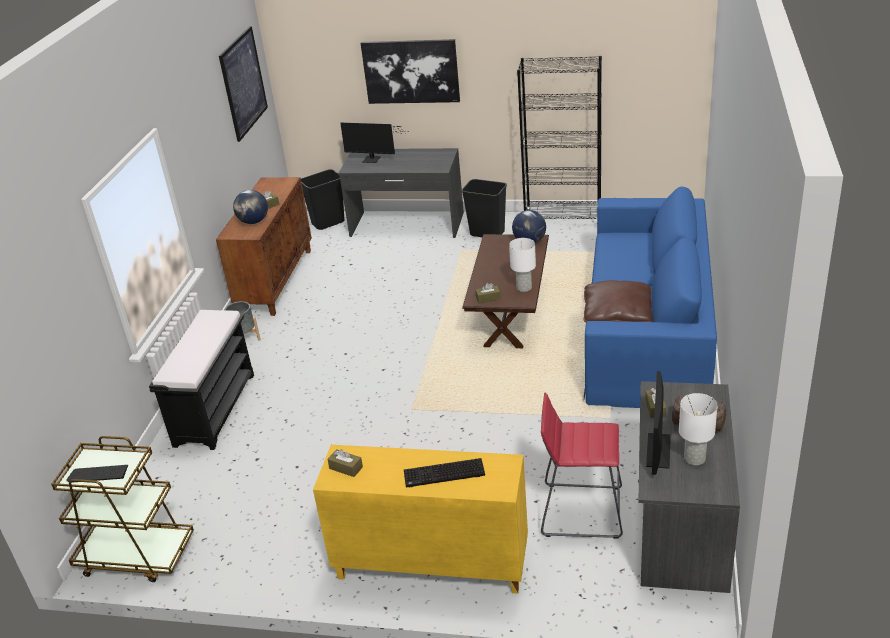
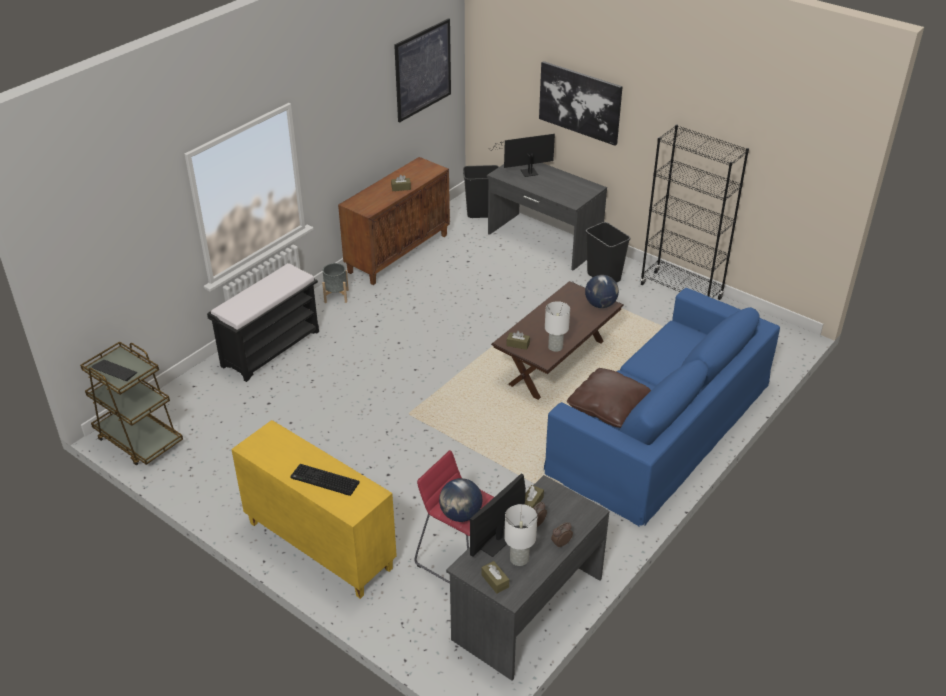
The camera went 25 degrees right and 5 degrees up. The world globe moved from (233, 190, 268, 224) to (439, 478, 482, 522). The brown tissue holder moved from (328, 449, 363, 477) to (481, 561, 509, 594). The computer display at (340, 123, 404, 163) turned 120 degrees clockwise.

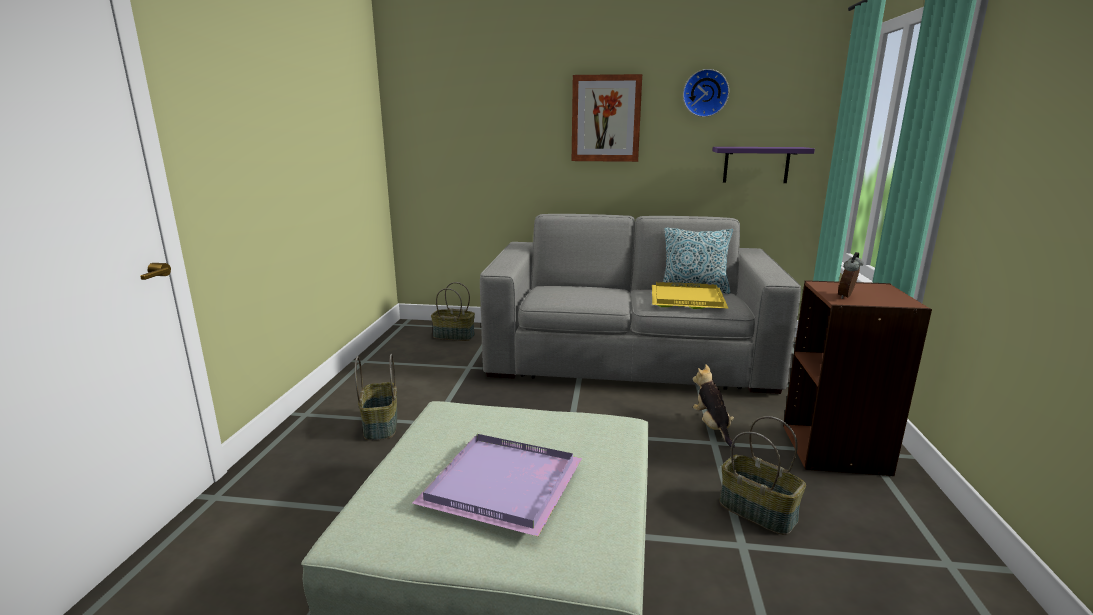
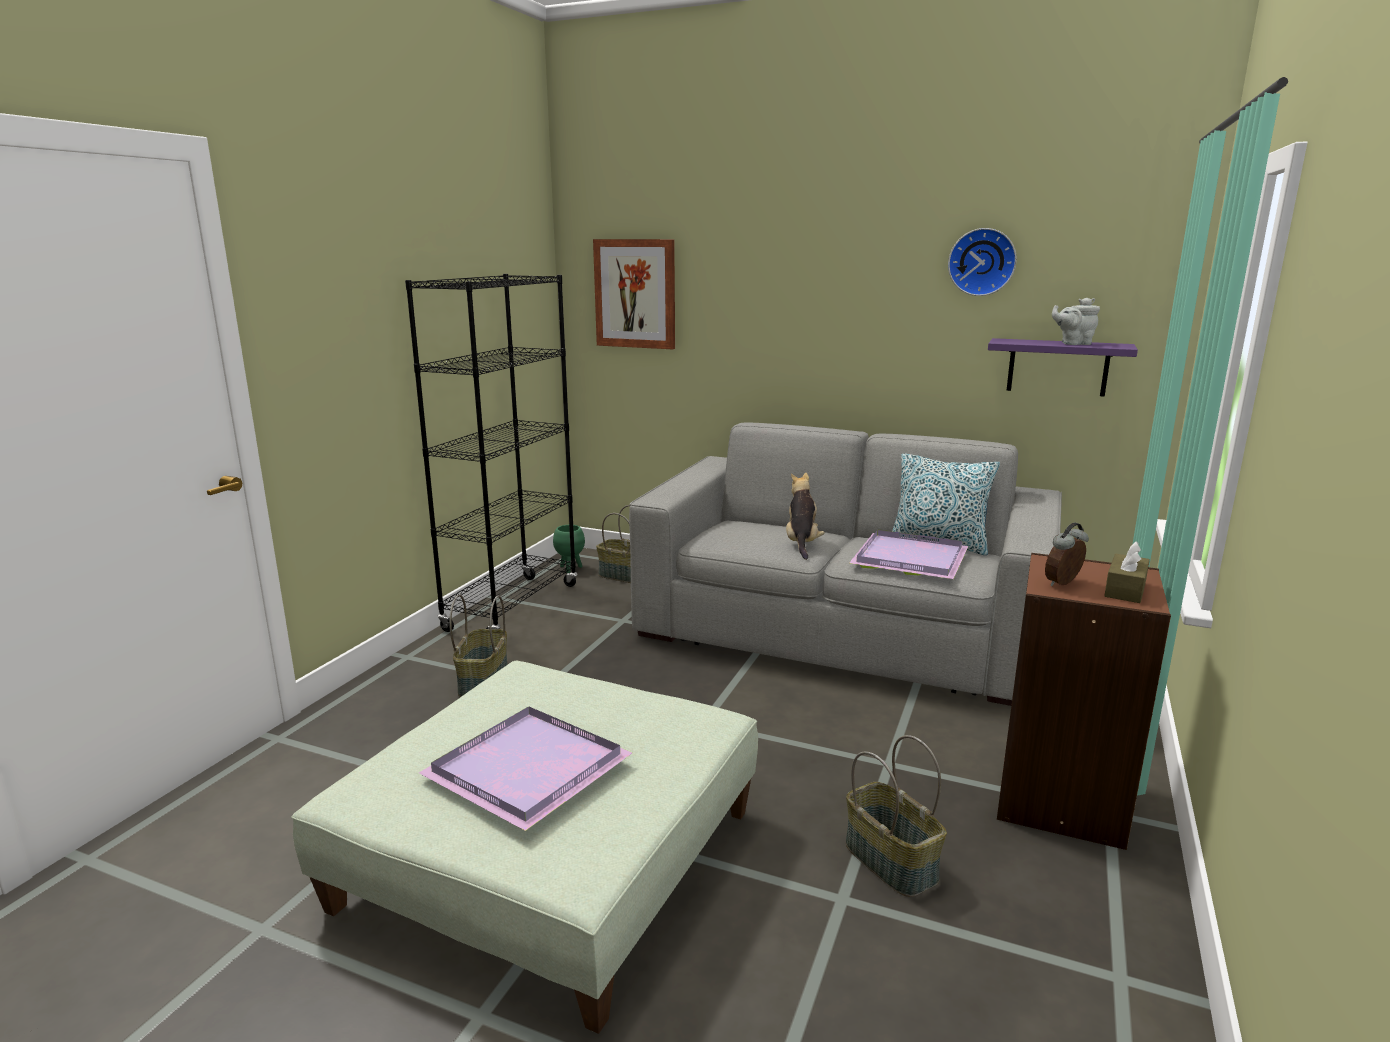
The camera went 15 degrees right and 0 degrees up. The black-coloured shelving unit at (405, 274, 578, 632) appeared. The greenish planter at (553, 525, 585, 573) appeared. The picture moved from (572, 74, 642, 162) to (593, 239, 675, 349). The plush toy moved from (693, 364, 735, 448) to (786, 472, 825, 560). The yellow serving tray at (652, 282, 729, 309) became the purple serving tray at (849, 530, 968, 579). The gray teapot at (1052, 297, 1100, 345) appeared. The brown tissue holder at (1104, 541, 1150, 603) appeared.

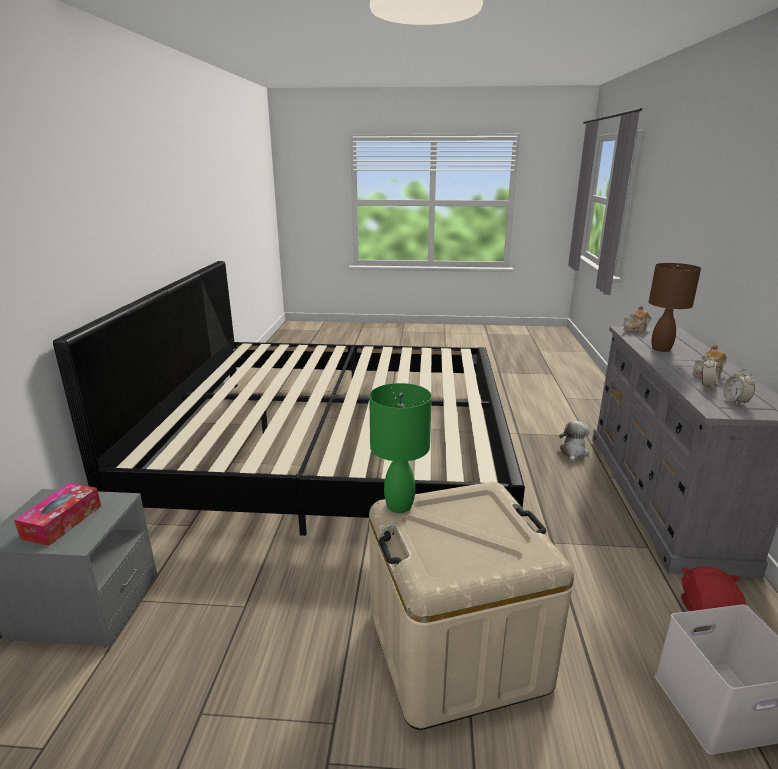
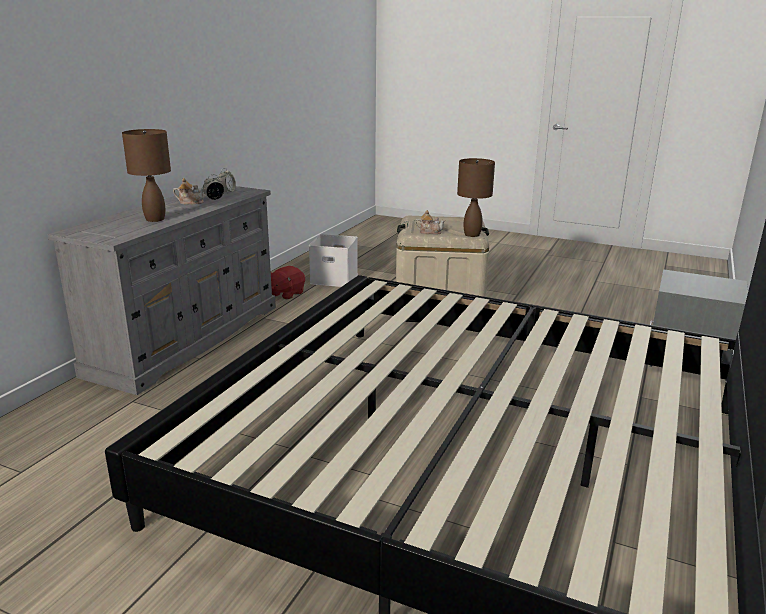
The camera went 160 degrees left and 0 degrees up. The teapot moved from (623, 306, 651, 332) to (415, 210, 445, 234). The greenish tabletop lamp at (369, 383, 432, 513) became the brown tabletop lamp at (457, 158, 495, 237). The tissue holder at (14, 483, 101, 546) disappeared. The plush toy at (559, 421, 589, 463) disappeared.

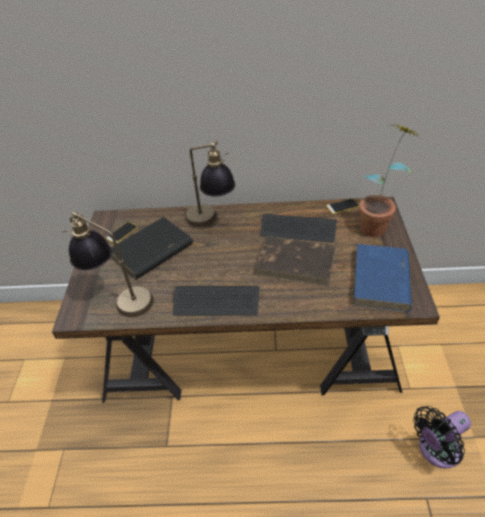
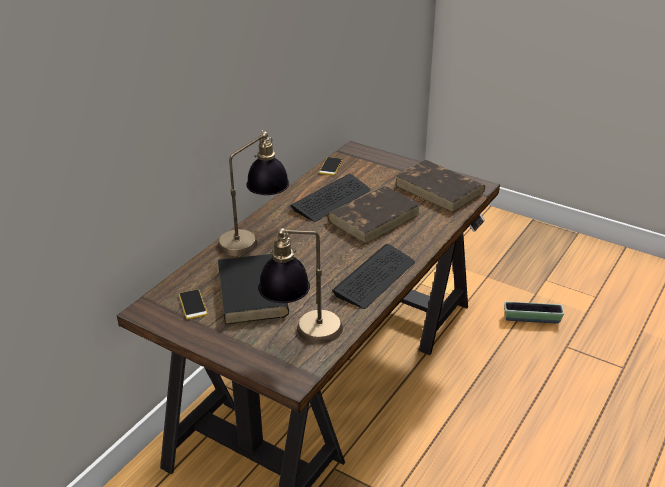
The camera went 60 degrees left and 10 degrees down. The bluish bound book at (353, 244, 412, 312) became the brown bound book at (395, 160, 485, 213). The black-coloured fan at (413, 406, 471, 469) was replaced by the planter at (504, 301, 564, 324). The houseplant at (359, 124, 416, 237) disappeared.

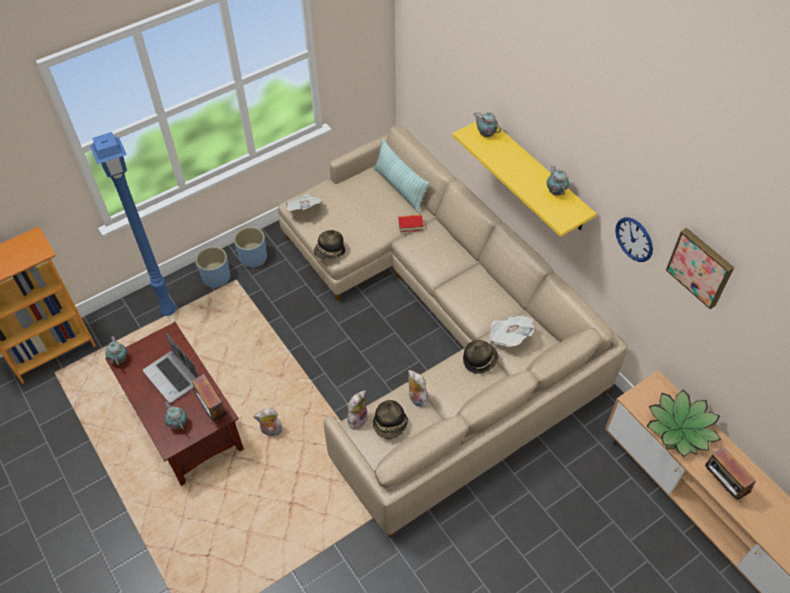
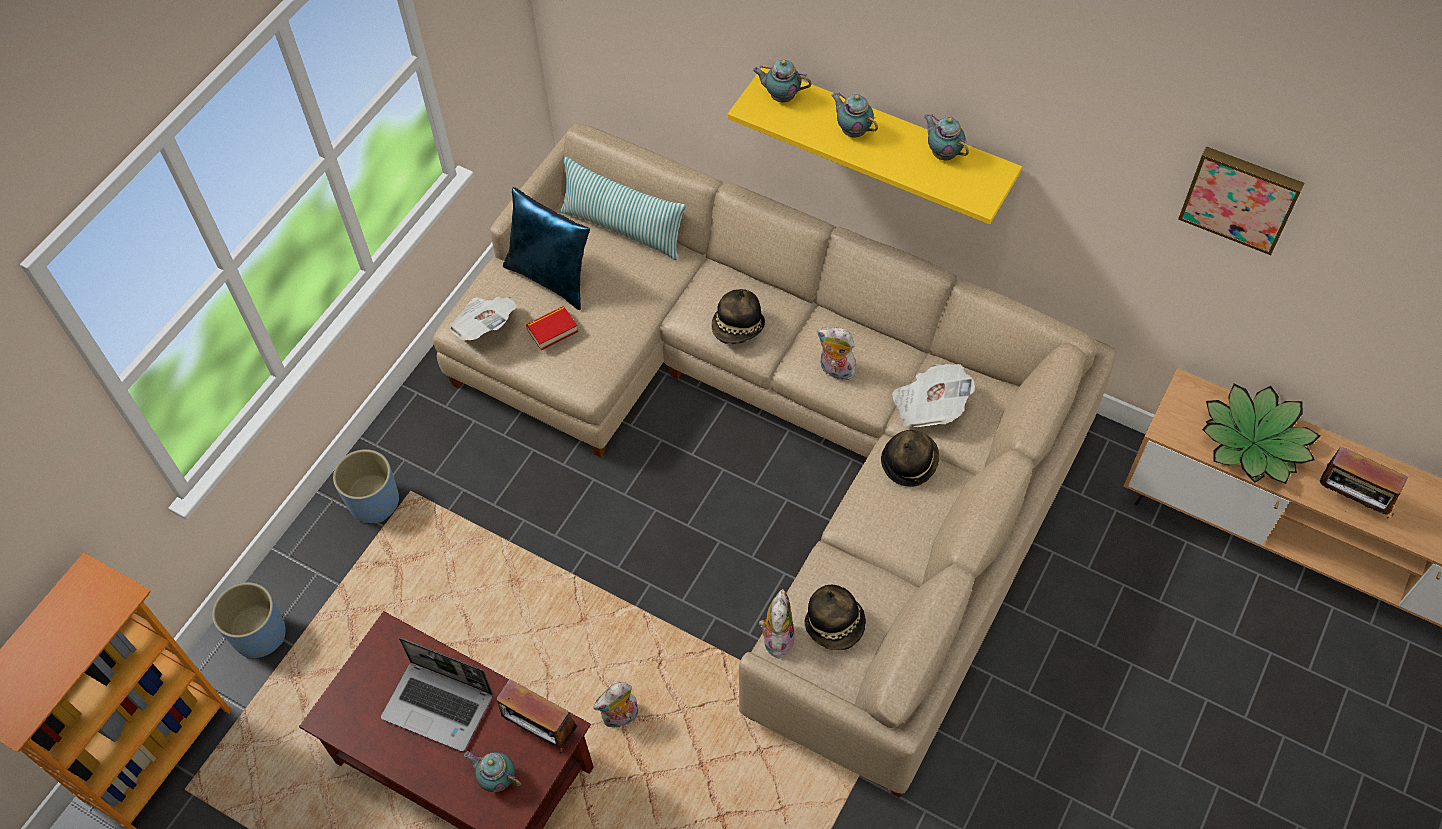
The camera went 25 degrees left and 5 degrees up. The bluish planter moved from (234, 227, 267, 268) to (212, 582, 286, 658). The bluish pillow at (503, 187, 590, 310) appeared. The bound book moved from (398, 215, 424, 232) to (526, 306, 578, 350). The wearable hat moved from (314, 230, 345, 259) to (711, 289, 765, 344). The plush toy moved from (408, 370, 428, 407) to (817, 327, 855, 380). The teapot moved from (105, 336, 127, 366) to (831, 93, 878, 137). The bluish floor lamp at (90, 132, 176, 316) disappeared. The wall clock at (615, 217, 653, 262) disappeared.

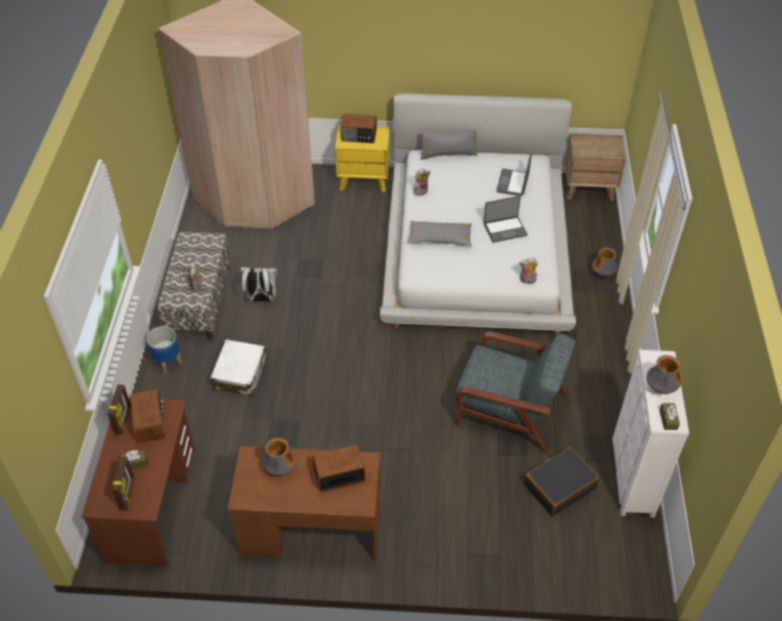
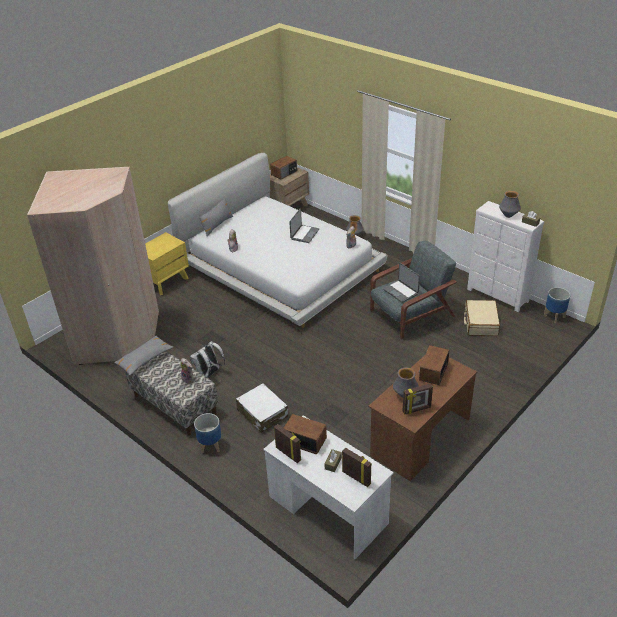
The camera went 50 degrees left and 10 degrees down. The gray pillow moved from (408, 221, 472, 246) to (114, 335, 173, 375). The brown desk unit at (81, 398, 195, 566) became the whitish desk unit at (263, 415, 394, 559). The radio set moved from (340, 114, 377, 143) to (270, 156, 297, 179). The notebook computer moved from (496, 153, 532, 196) to (383, 263, 420, 303). The picture frame at (402, 383, 433, 415) appeared. The black-coloured suitcase at (524, 447, 600, 516) became the sand-coloured suitcase at (464, 300, 500, 336). The planter at (544, 287, 570, 323) appeared.

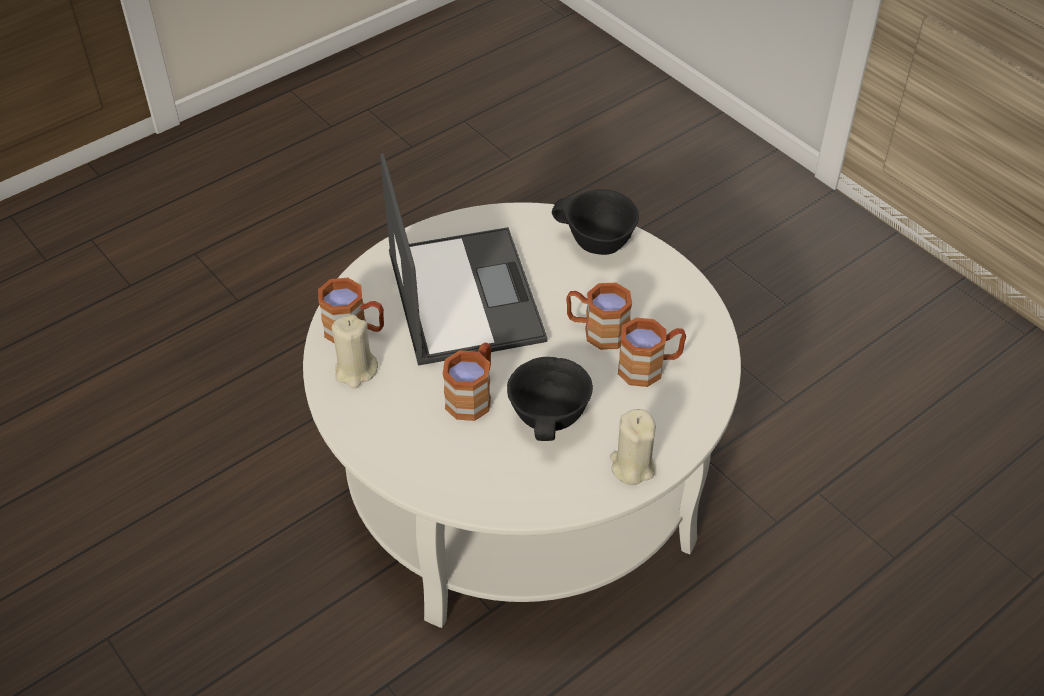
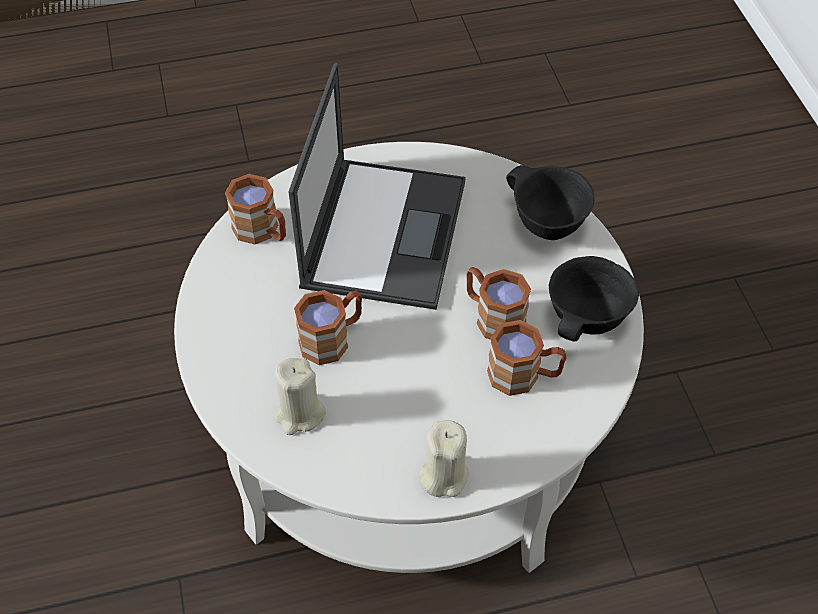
The camera went 25 degrees right and 5 degrees up. The sand-coloured candle moved from (332, 314, 378, 389) to (275, 358, 326, 435). The black-coloured serving bowl moved from (507, 357, 593, 441) to (549, 256, 639, 341).

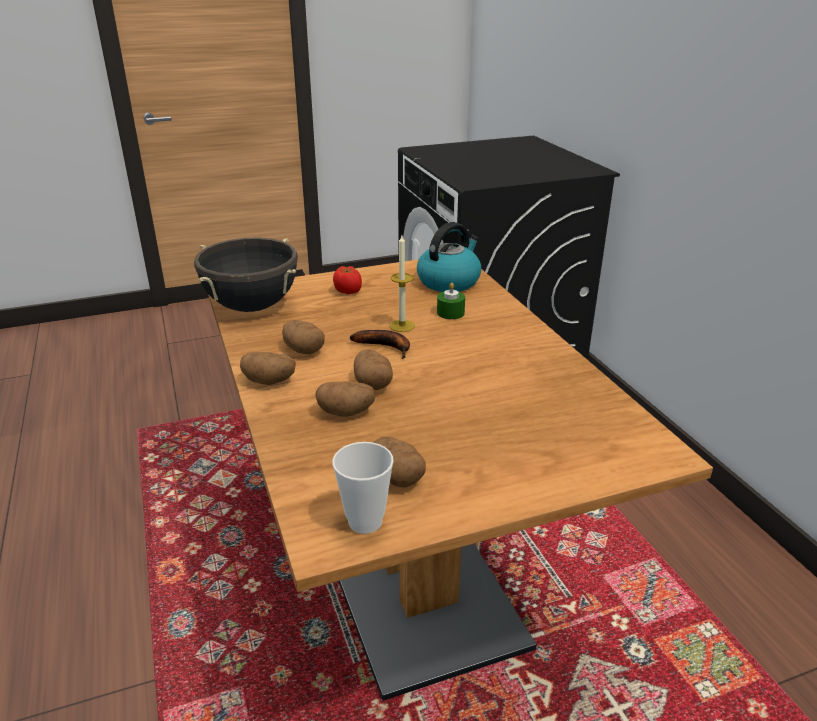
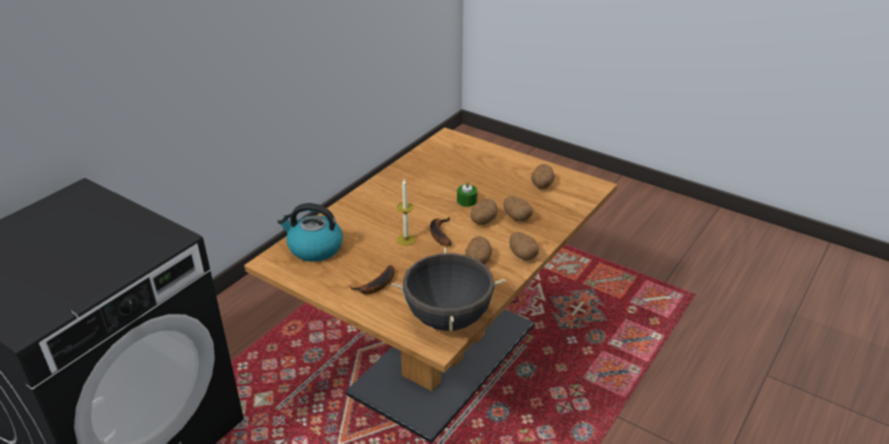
The camera went 125 degrees left and 5 degrees up. The tomato at (333, 266, 362, 295) was replaced by the banana at (350, 265, 395, 294). The greenish candle moved from (437, 283, 465, 319) to (457, 181, 477, 207). The cup at (332, 442, 394, 534) disappeared.

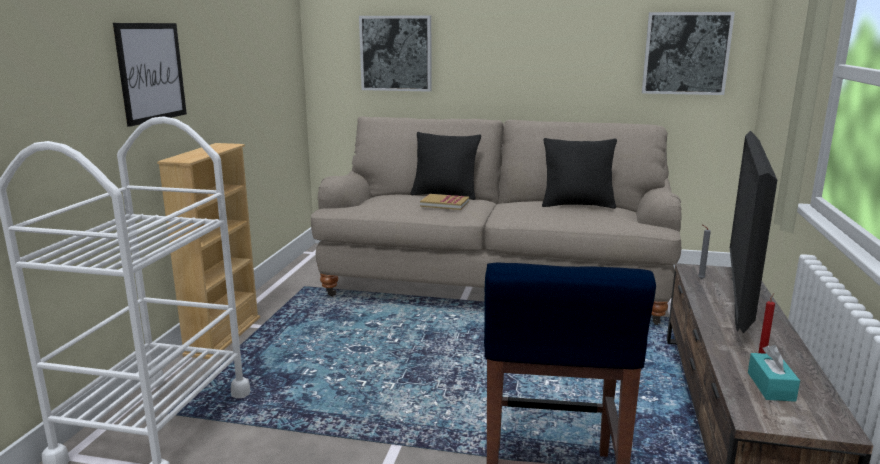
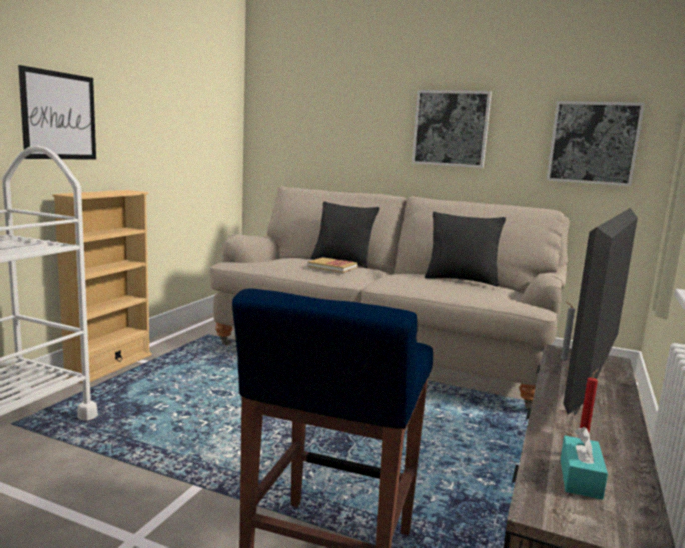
The camera went 10 degrees right and 5 degrees down. The picture moved from (359, 16, 432, 92) to (412, 90, 492, 168).

